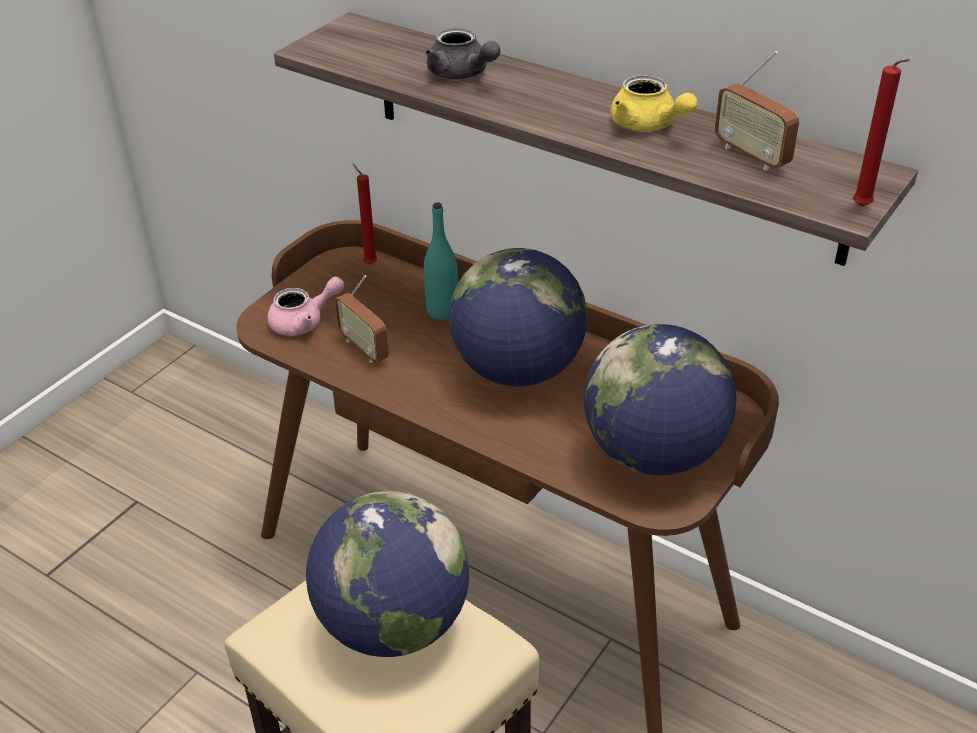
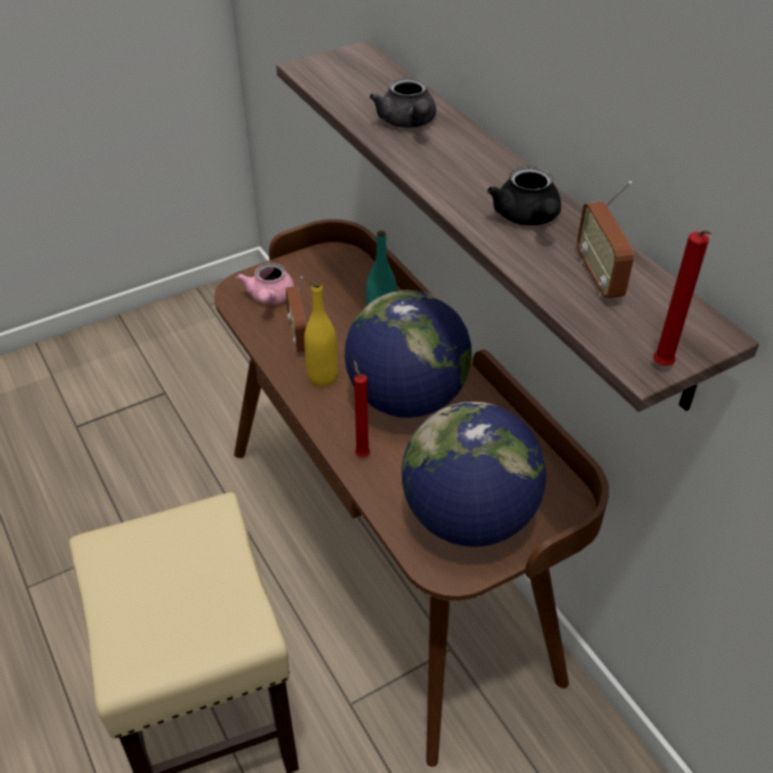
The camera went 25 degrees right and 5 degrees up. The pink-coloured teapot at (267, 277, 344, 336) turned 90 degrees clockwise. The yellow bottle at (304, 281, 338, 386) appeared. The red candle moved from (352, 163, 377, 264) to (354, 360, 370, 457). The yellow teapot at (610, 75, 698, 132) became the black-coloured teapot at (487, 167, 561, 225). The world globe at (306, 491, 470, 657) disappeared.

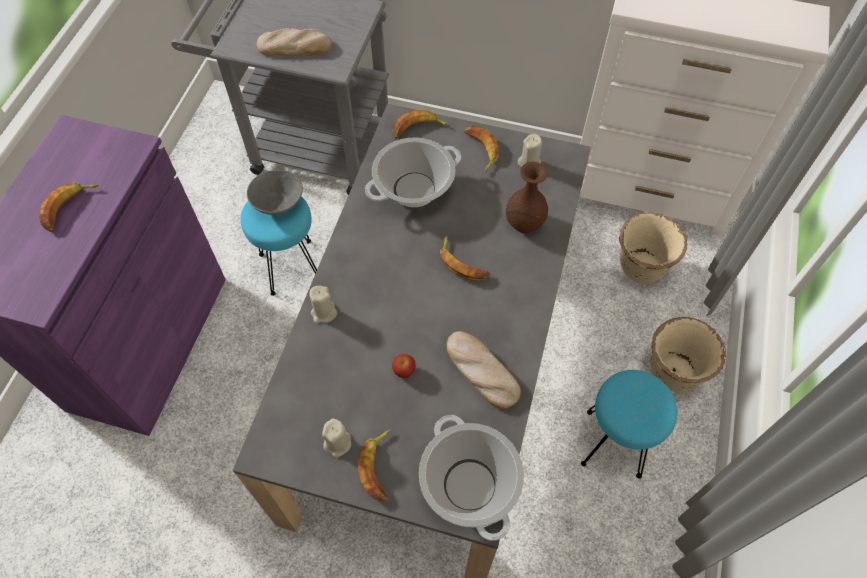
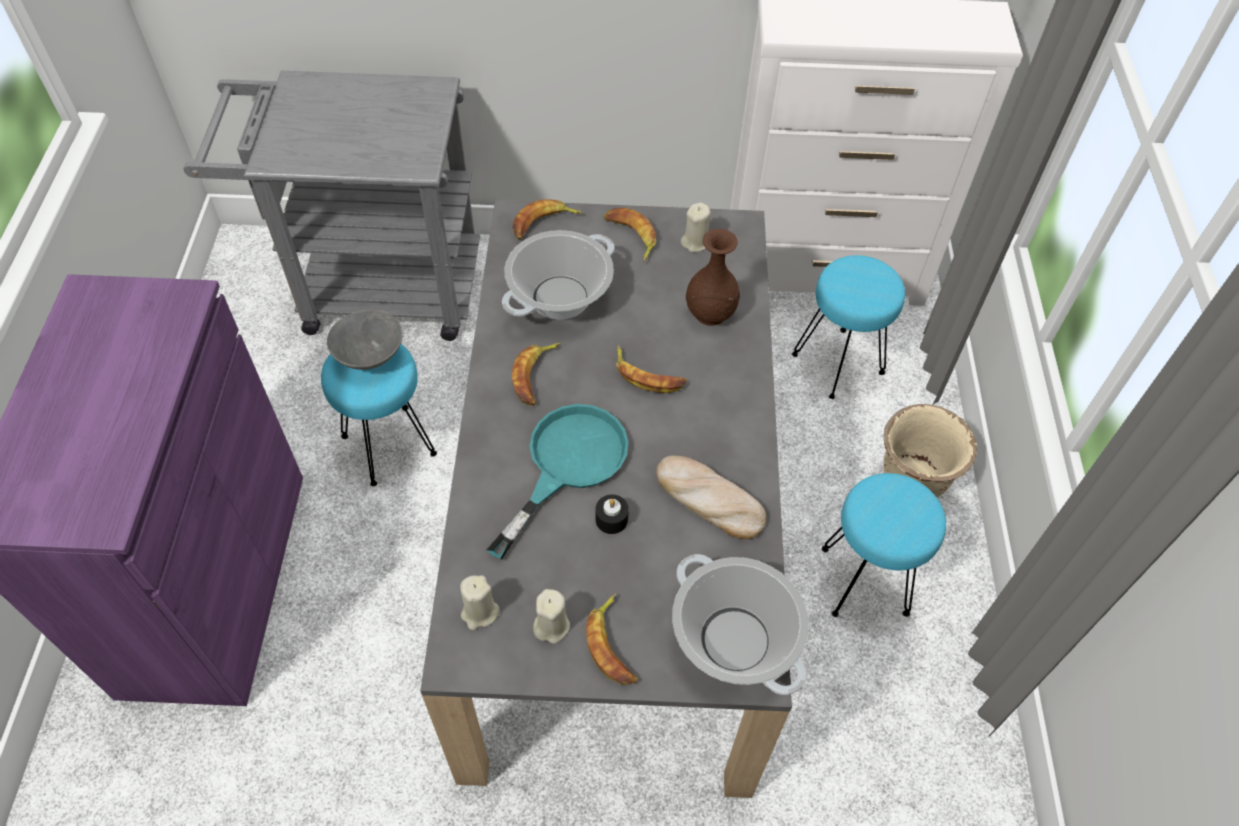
The camera went 15 degrees left and 5 degrees down. The sand-coloured candle moved from (309, 286, 337, 323) to (460, 575, 500, 630). The turquoise pan at (486, 404, 628, 559) appeared. The banana moved from (39, 182, 99, 232) to (512, 343, 561, 406). The apple at (392, 354, 416, 378) was replaced by the black-coloured candle at (595, 494, 629, 534). The sand-coloured planter at (619, 212, 687, 283) was replaced by the turquoise sitting stool at (792, 255, 905, 399). The bakery bread at (257, 28, 333, 56) disappeared.

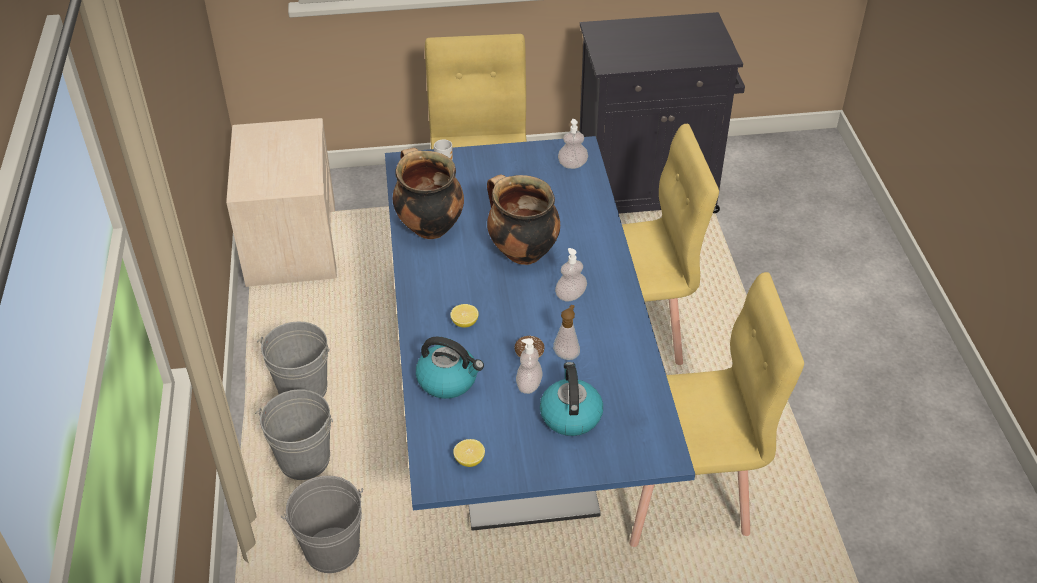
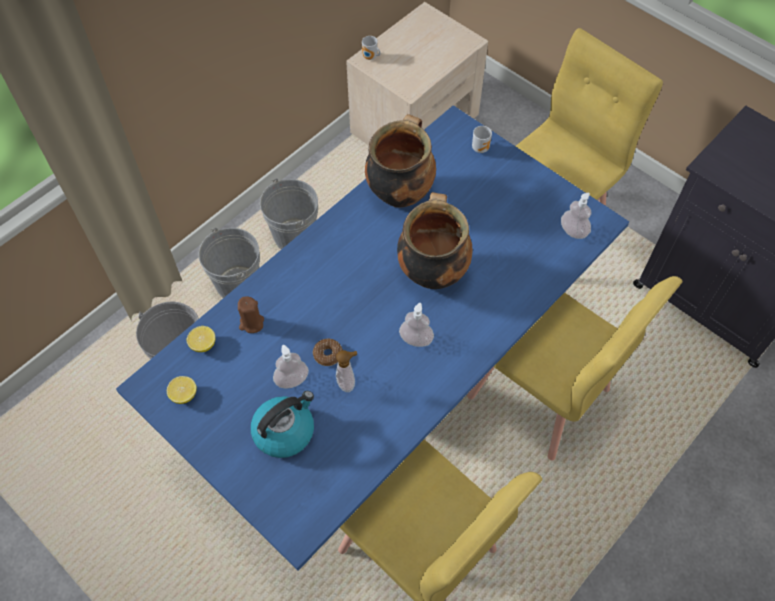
The camera went 50 degrees right and 15 degrees up. The whole lemon moved from (451, 304, 479, 328) to (187, 326, 215, 352). The kettle at (416, 337, 484, 399) was replaced by the brown candle at (238, 296, 264, 333). The coffee mug at (362, 36, 381, 60) appeared.

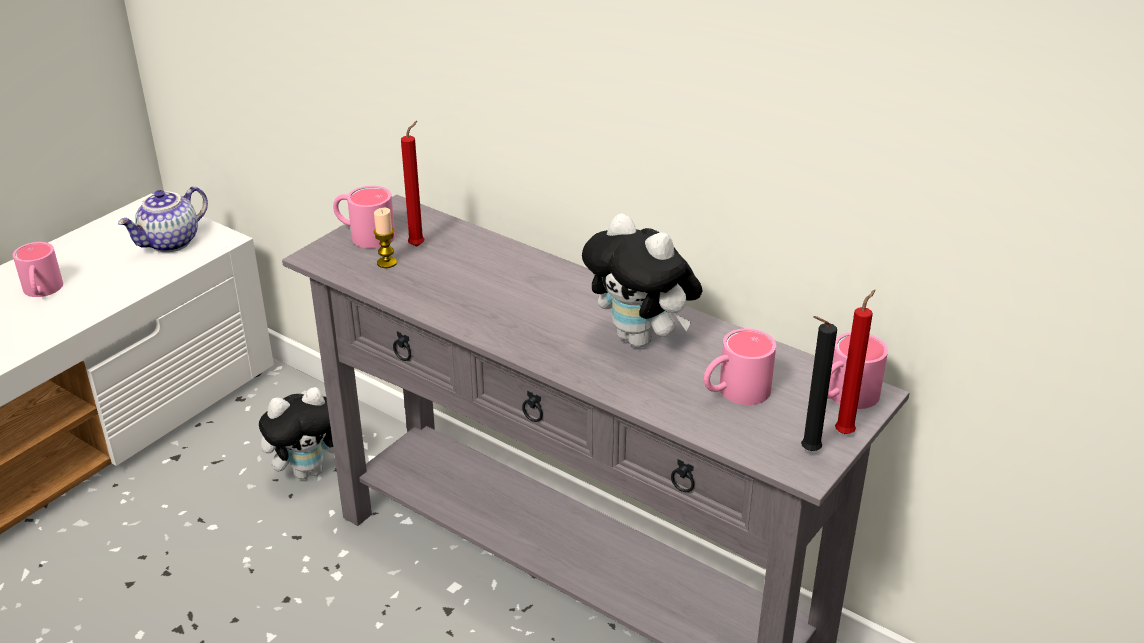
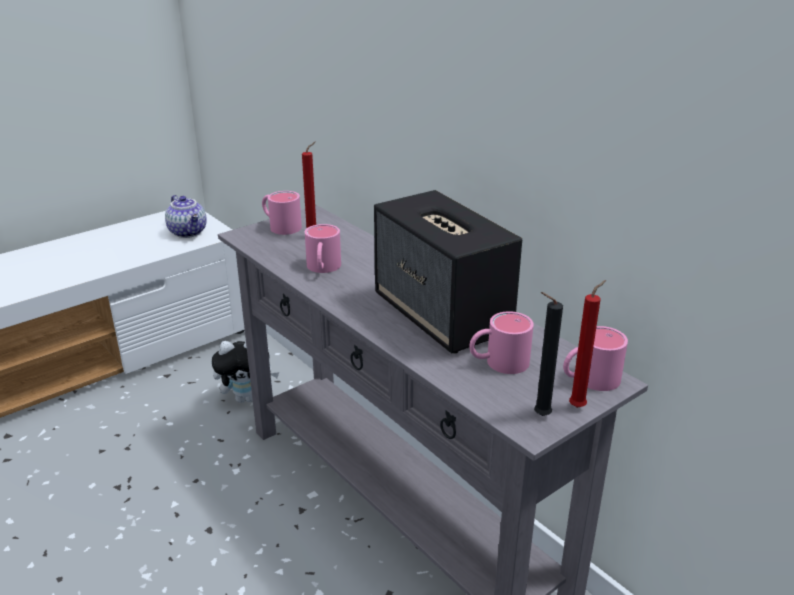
The camera went 15 degrees right and 5 degrees down. The teapot at (118, 186, 208, 252) turned 90 degrees counterclockwise. The pink-coloured coffee mug moved from (13, 242, 63, 297) to (305, 224, 341, 273). The plush toy at (582, 213, 702, 348) was replaced by the audio speaker at (374, 190, 522, 354). The candle at (373, 208, 397, 268) disappeared.

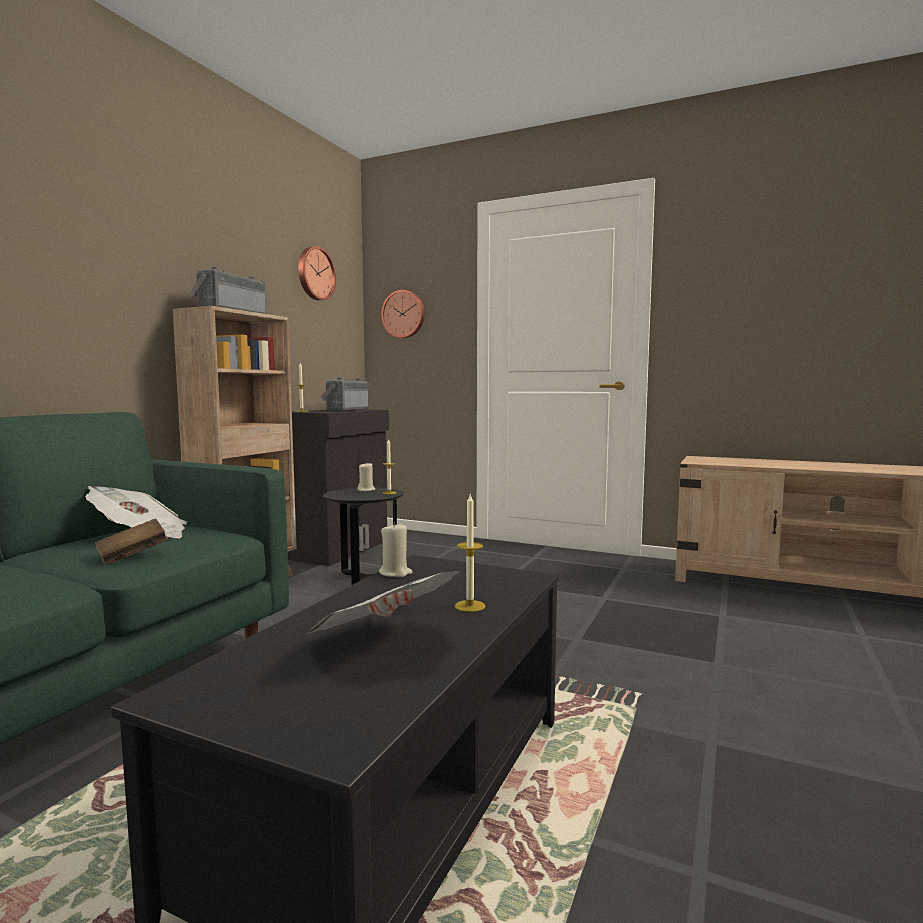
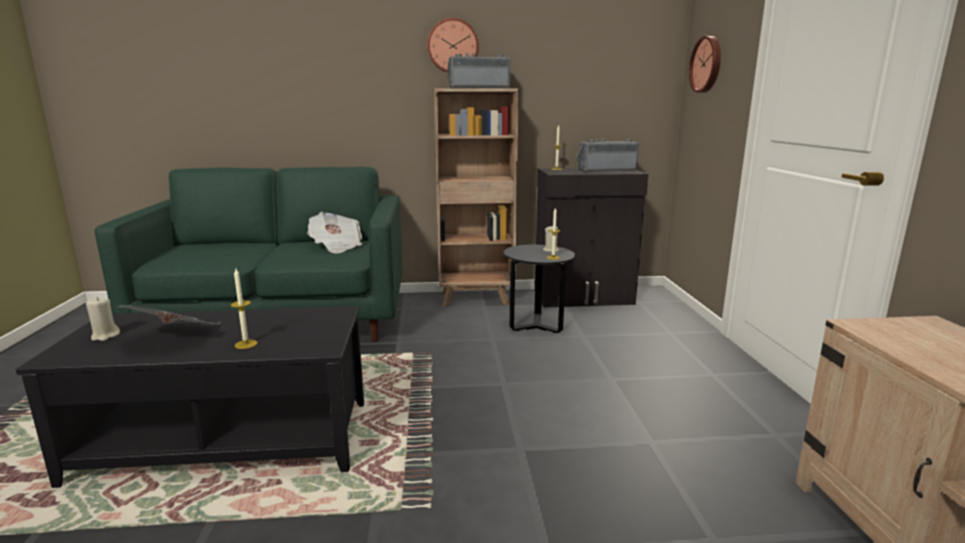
The camera went 60 degrees right and 10 degrees up. The sand-coloured candle moved from (379, 522, 413, 577) to (86, 297, 120, 341). The wall clock moved from (298, 246, 336, 300) to (427, 18, 479, 72). The brown bound book at (95, 519, 168, 565) disappeared.

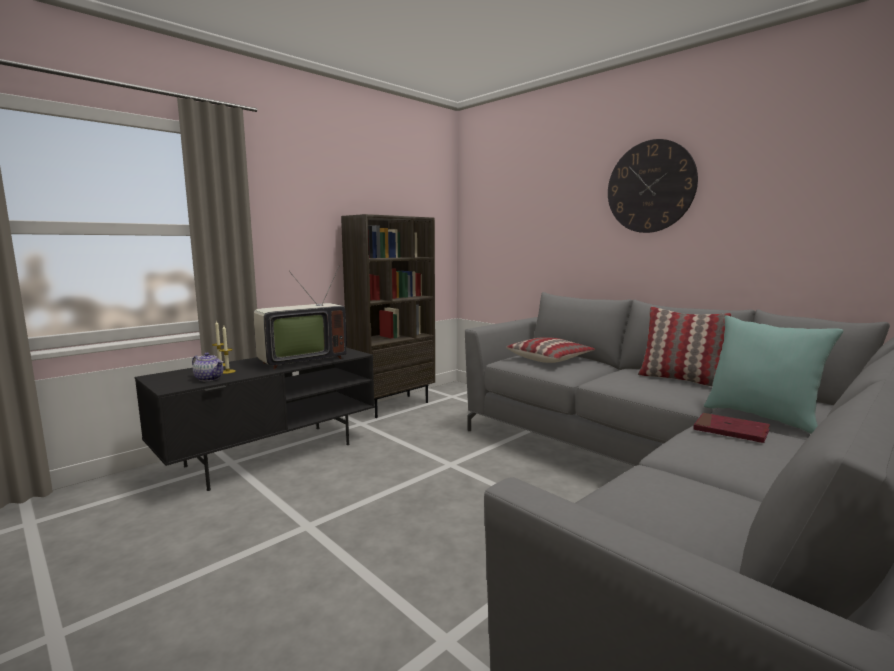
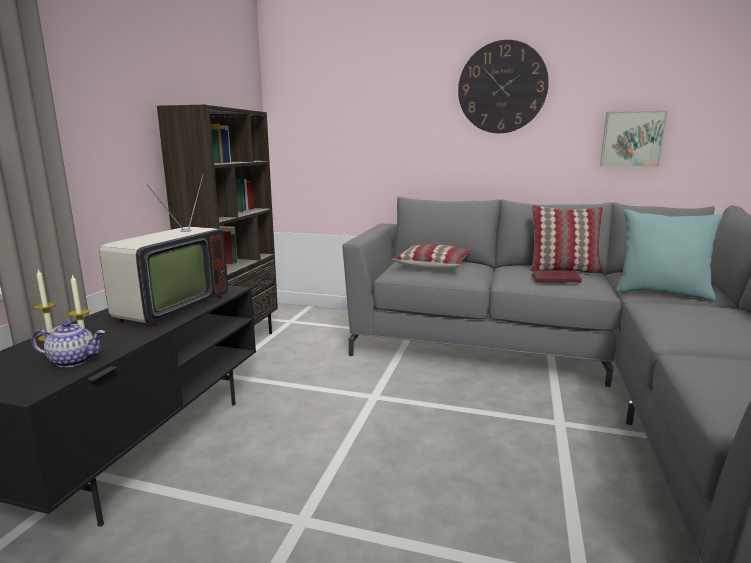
The camera went 30 degrees left and 5 degrees up. The red bound book moved from (693, 413, 770, 443) to (532, 270, 582, 283). The picture at (600, 111, 668, 167) appeared.

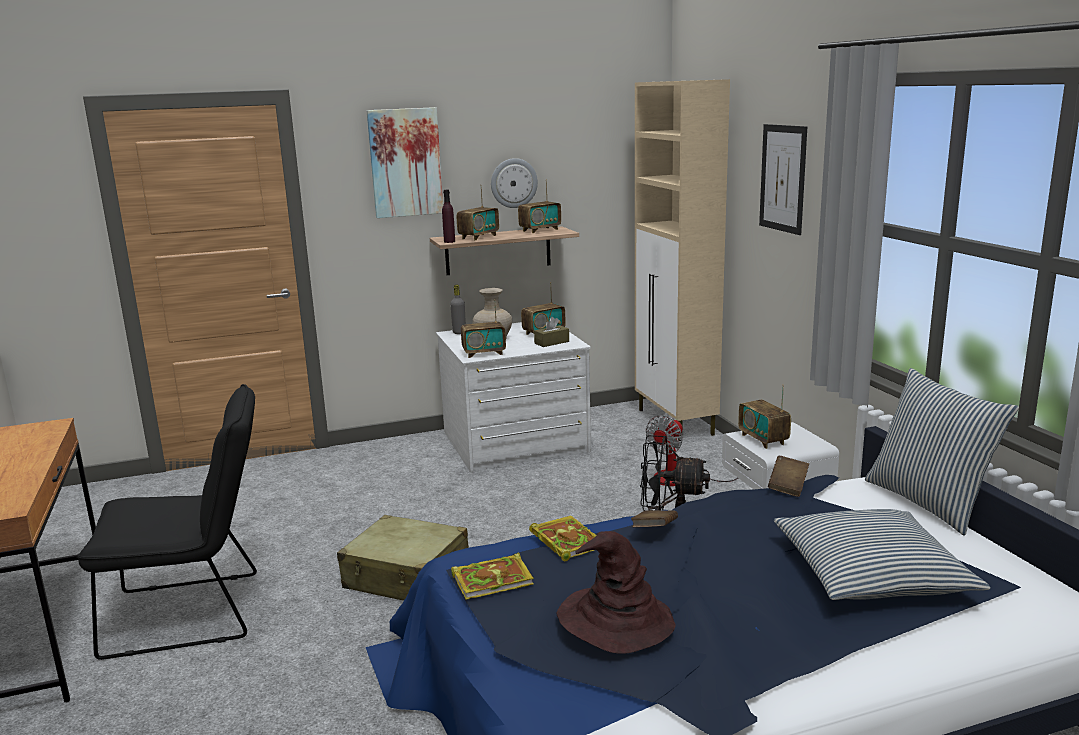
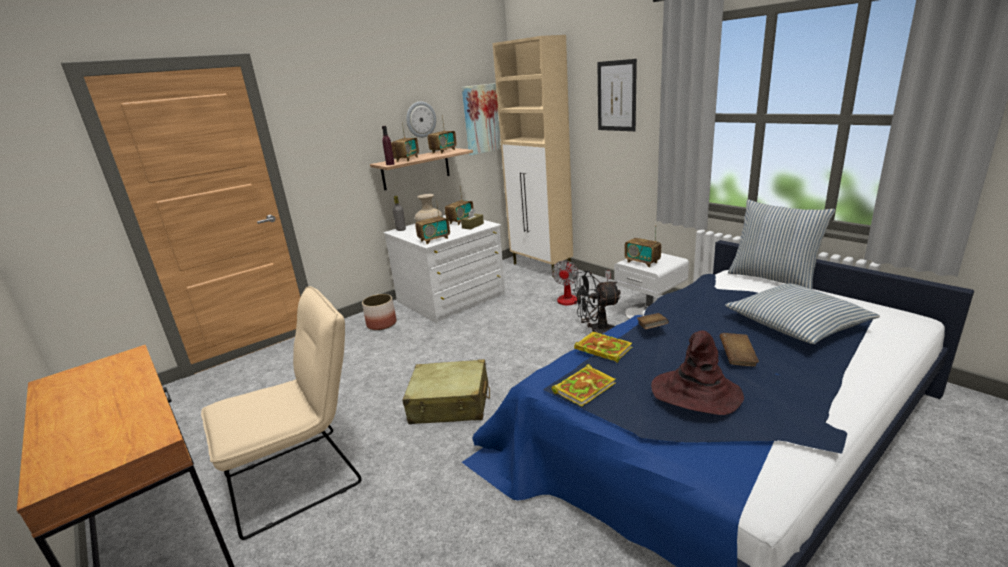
The camera went 20 degrees left and 5 degrees up. The black-coloured plain chair at (76, 384, 257, 660) became the sand-coloured plain chair at (201, 286, 362, 540). The planter at (362, 294, 396, 330) appeared. The picture moved from (367, 107, 443, 218) to (462, 83, 501, 155). The brown bound book moved from (768, 456, 809, 497) to (720, 333, 759, 367).

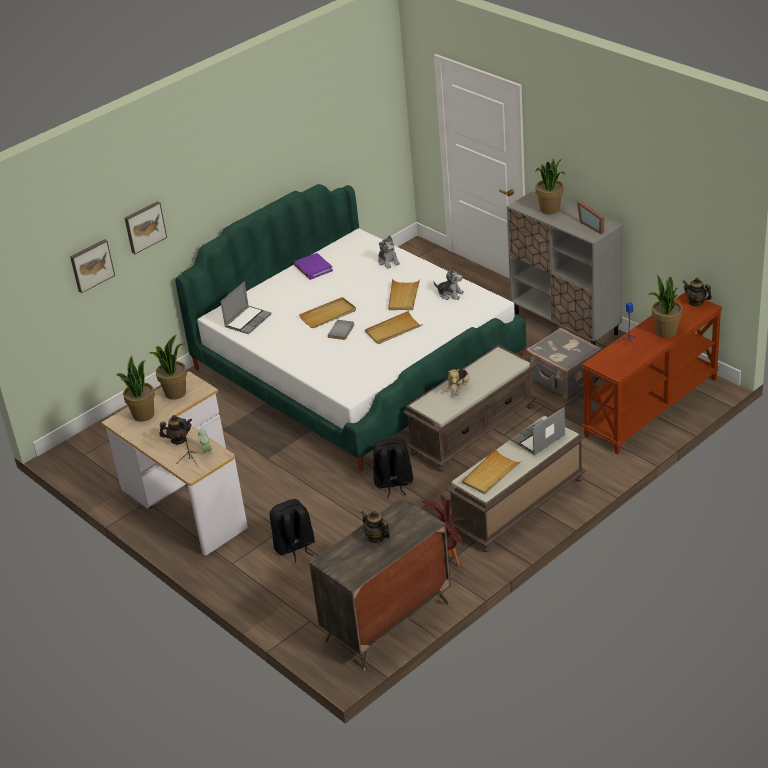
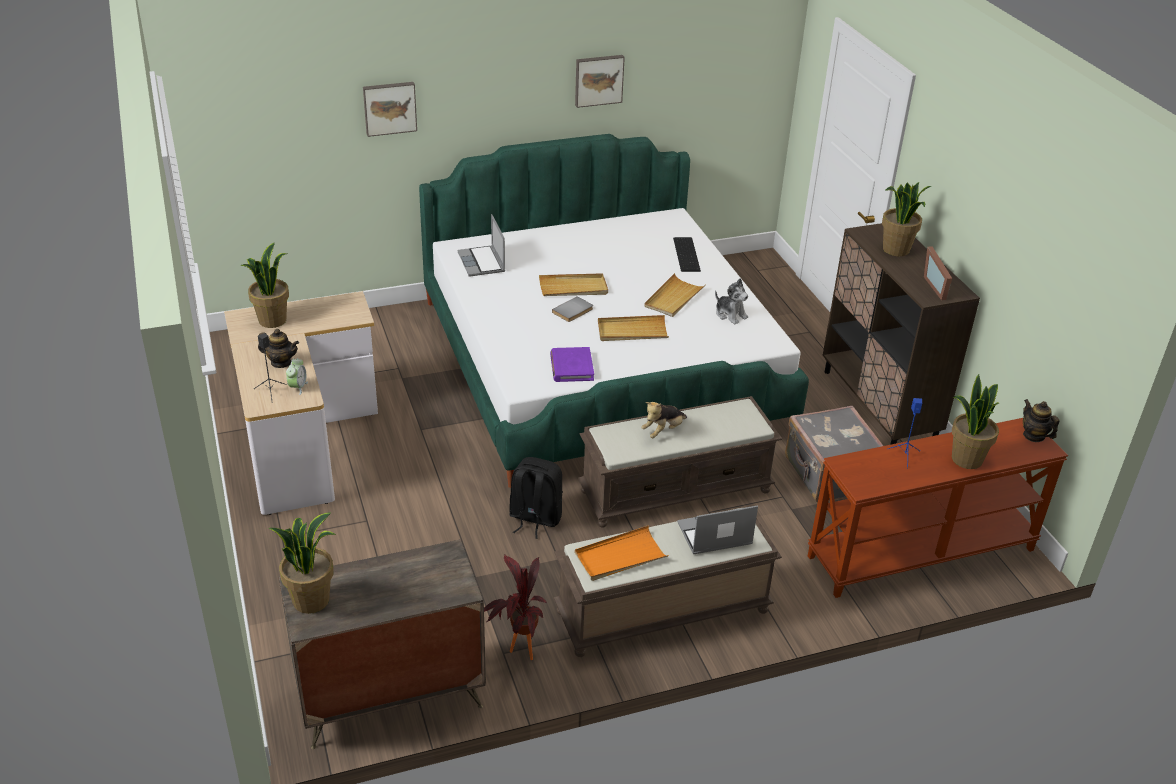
The camera went 20 degrees right and 0 degrees up. The houseplant moved from (149, 335, 187, 400) to (269, 512, 336, 614). The notebook computer at (220, 282, 272, 334) turned 105 degrees clockwise. The purple bound book moved from (294, 253, 333, 280) to (550, 347, 594, 382). The picture moved from (70, 239, 115, 293) to (575, 55, 625, 108). The sand-coloured serving tray at (462, 449, 522, 494) became the orange-coloured serving tray at (575, 526, 669, 581). The plush toy at (378, 235, 400, 269) was replaced by the keyboard at (673, 237, 701, 272). The gray storage cabinet at (507, 190, 623, 345) became the brown storage cabinet at (823, 223, 980, 445). The black-coloured rucksack at (270, 499, 315, 563) disappeared. The teapot at (361, 511, 390, 543) disappeared.

